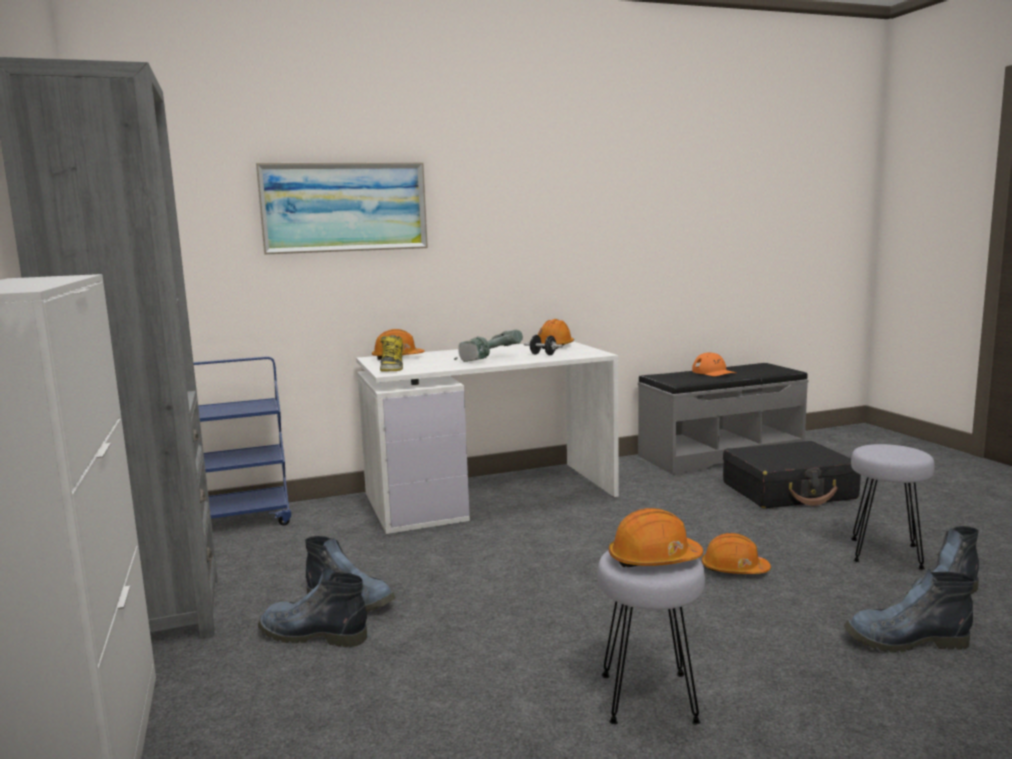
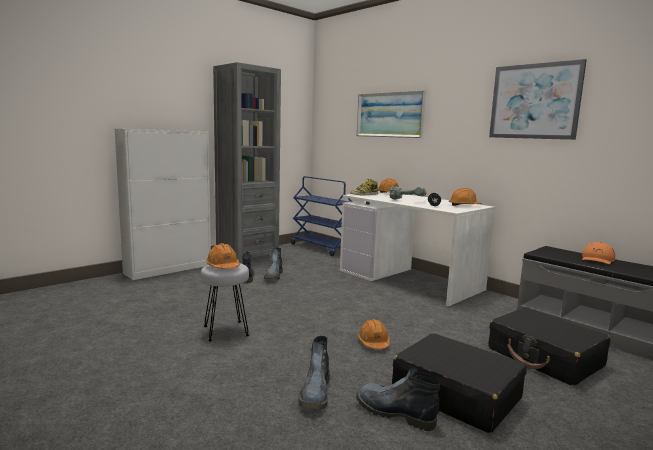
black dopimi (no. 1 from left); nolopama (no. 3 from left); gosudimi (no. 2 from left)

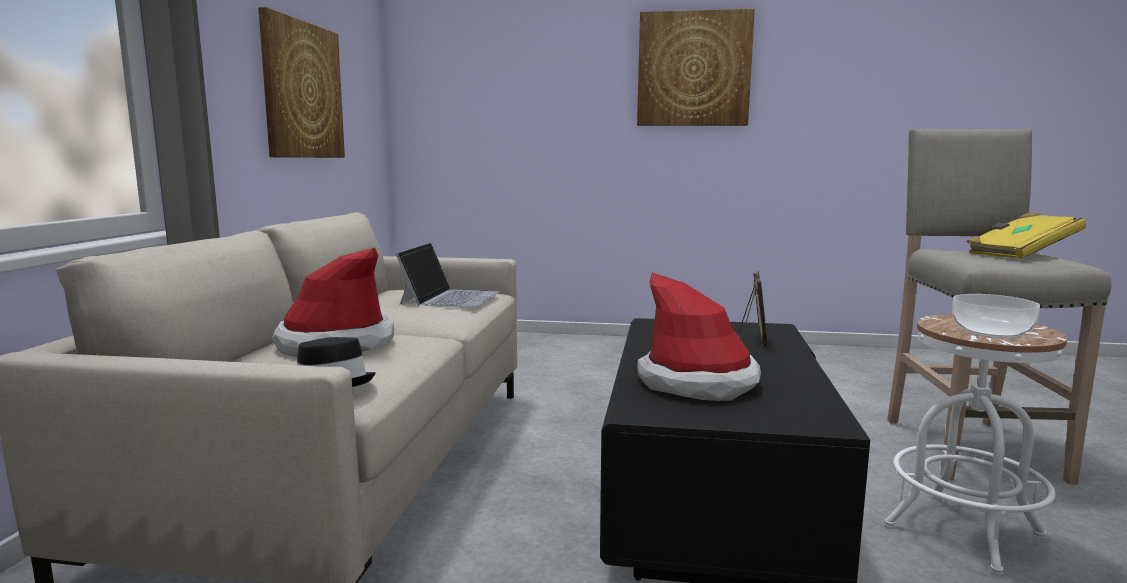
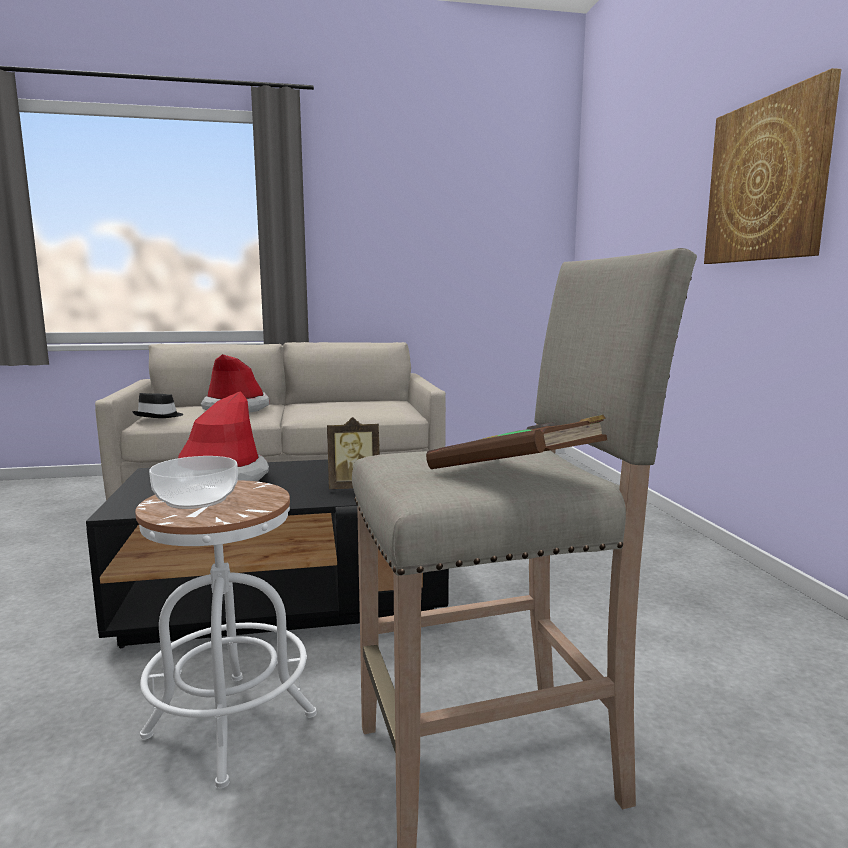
gosudimi (no. 1 from left in the first image); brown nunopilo; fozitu

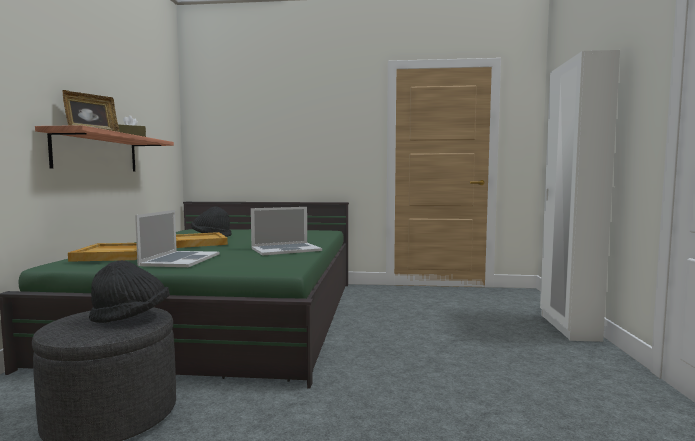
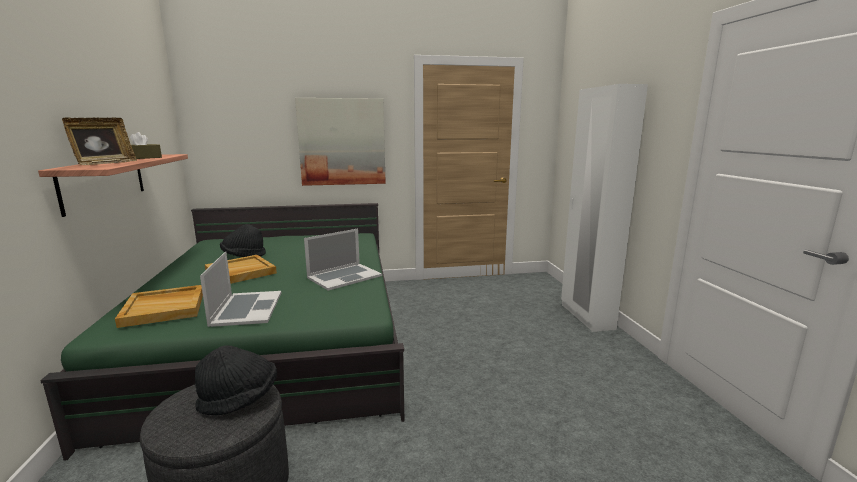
gosudimi

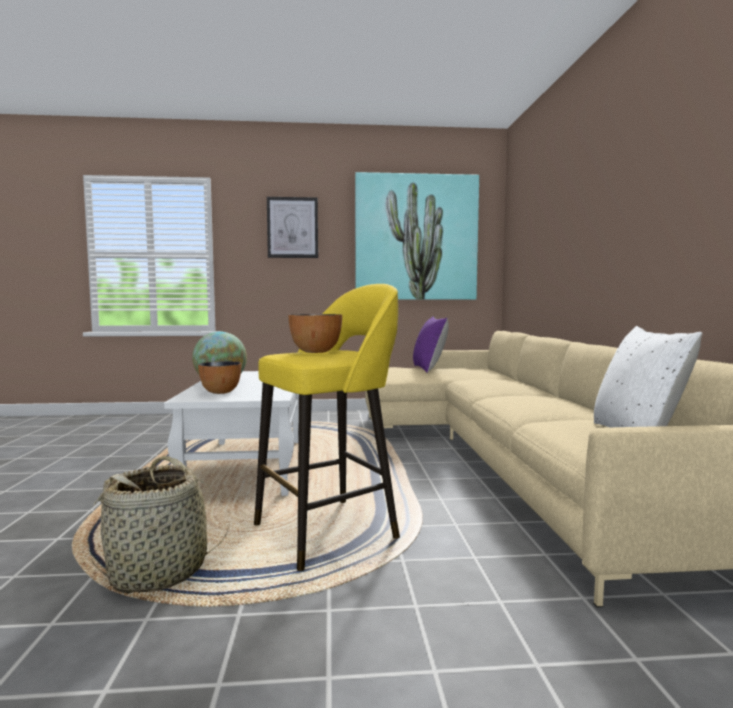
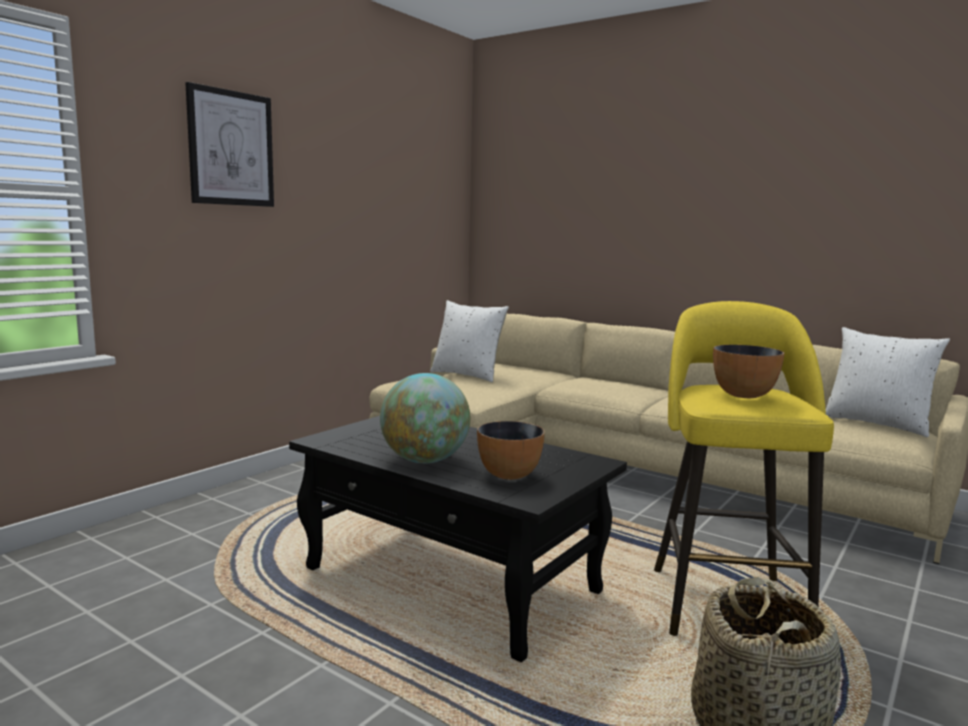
gosudimi (no. 2 from left in the first image); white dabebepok (no. 1 from left); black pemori

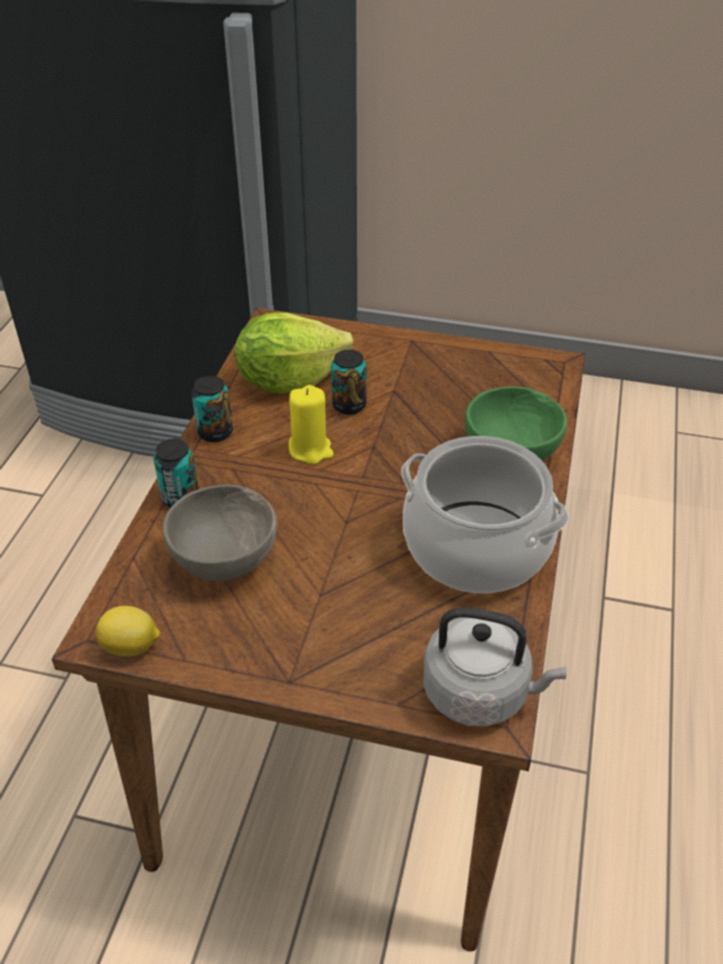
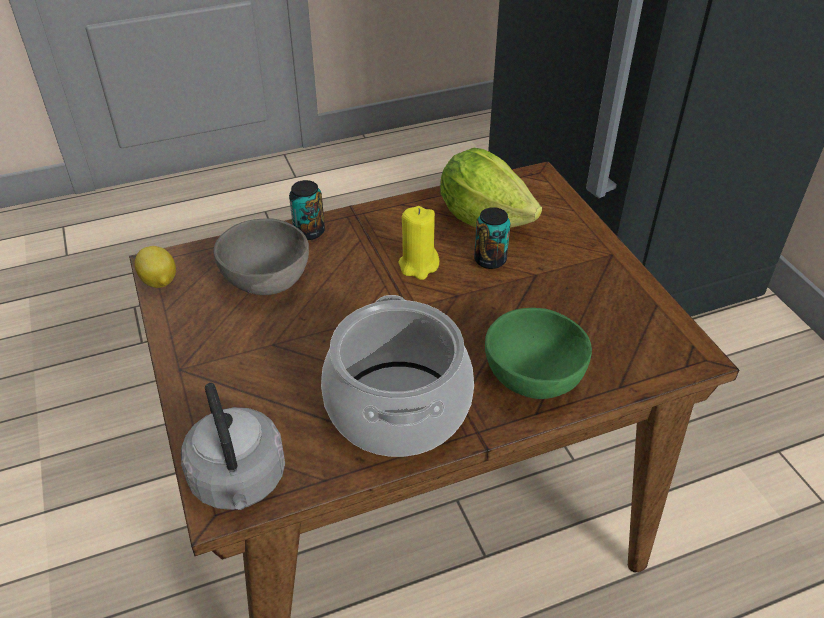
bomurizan (no. 2 from left in the first image)

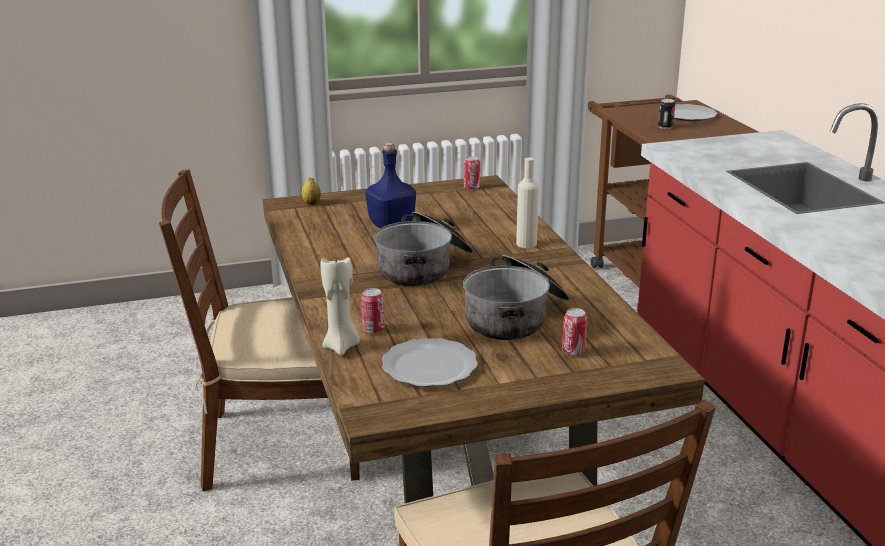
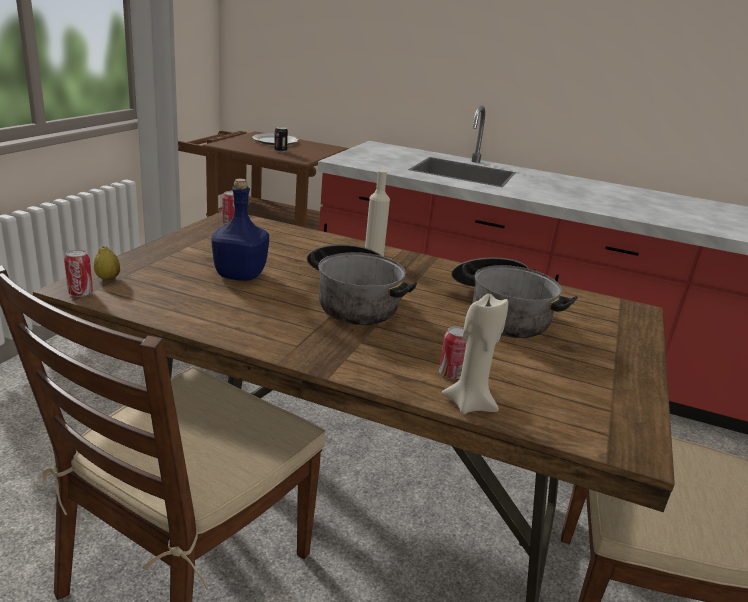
bomurizan (no. 1 from left); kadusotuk (no. 1 from left in the first image)

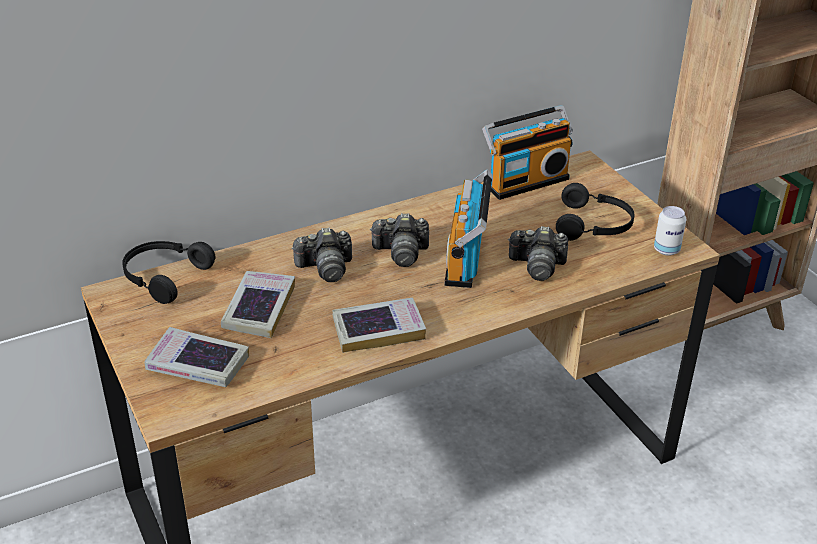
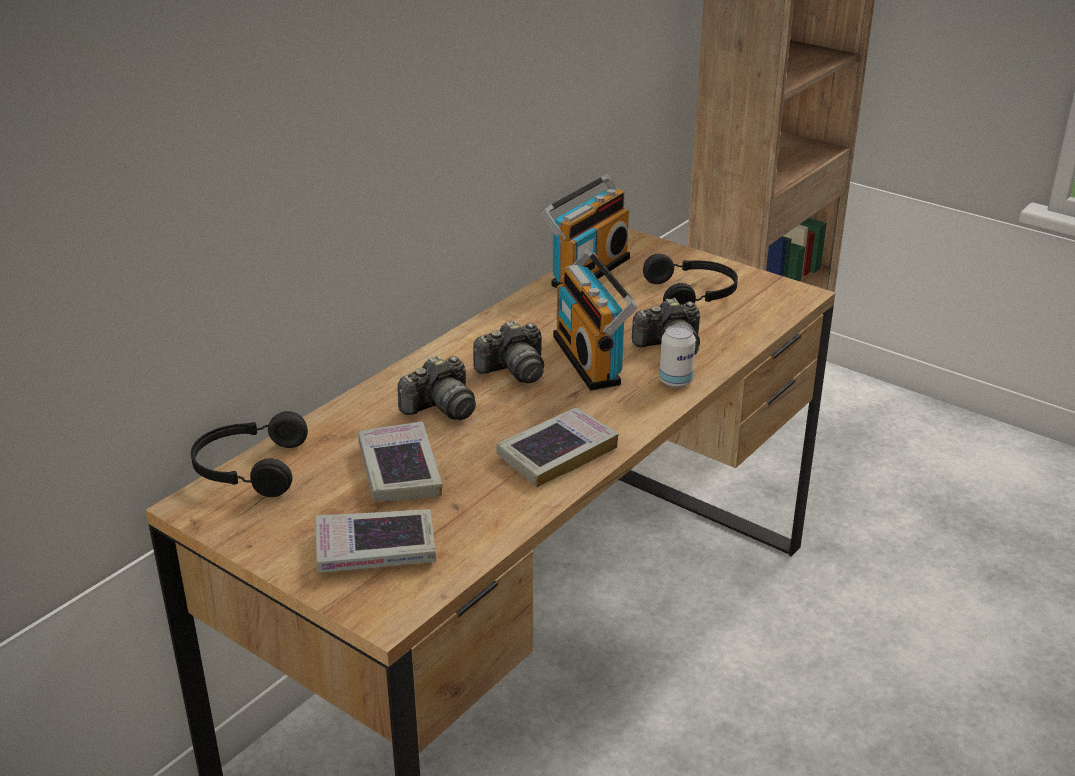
bomurizan

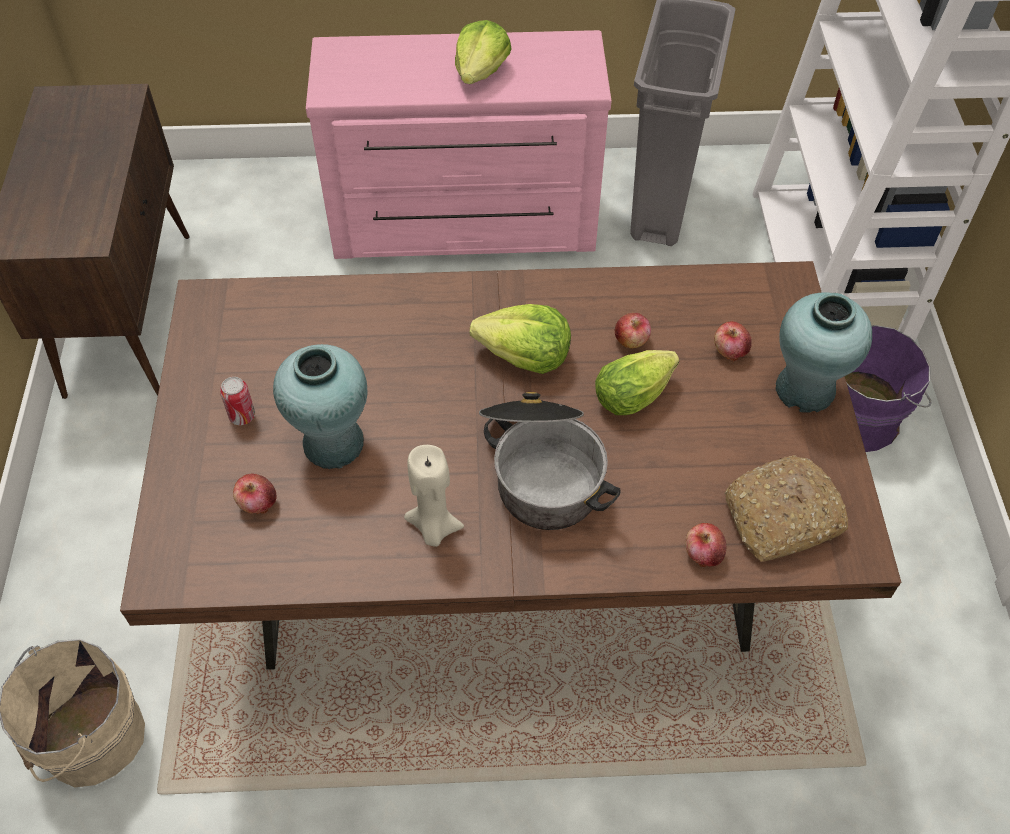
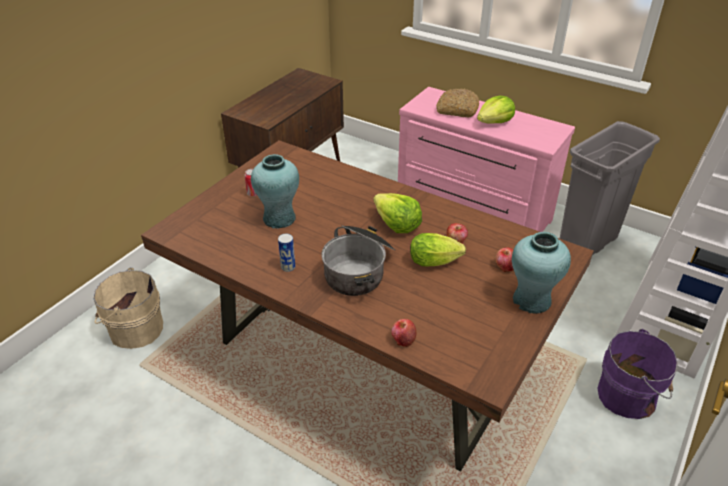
bomurizan (no. 2 from left); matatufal; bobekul (no. 1 from left in the first image)

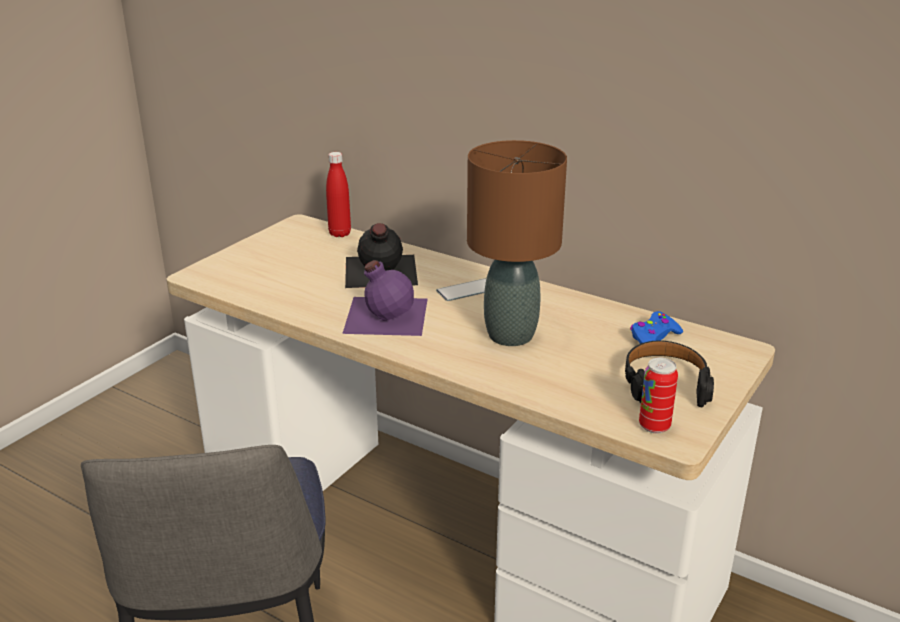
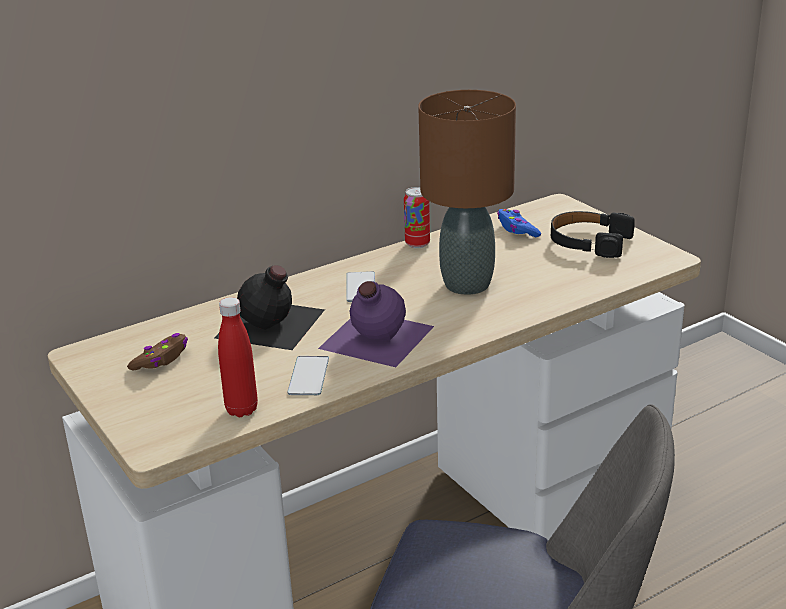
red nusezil; bomurizan; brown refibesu; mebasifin (no. 1 from left)

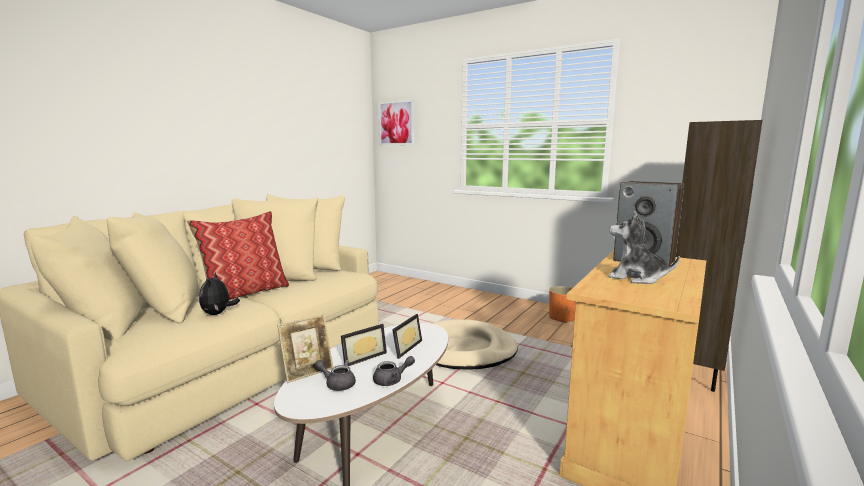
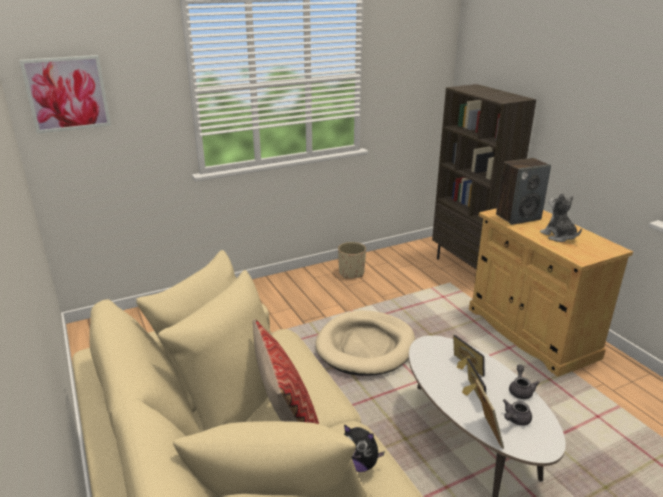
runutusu (no. 2 from left); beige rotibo

